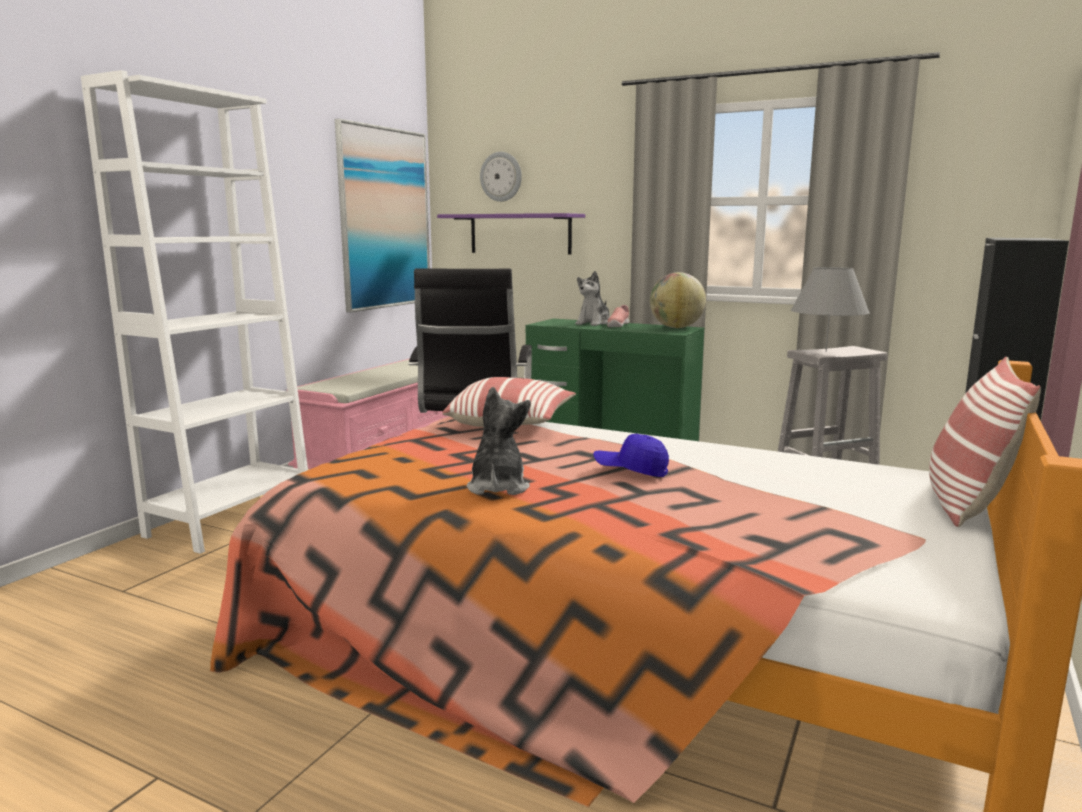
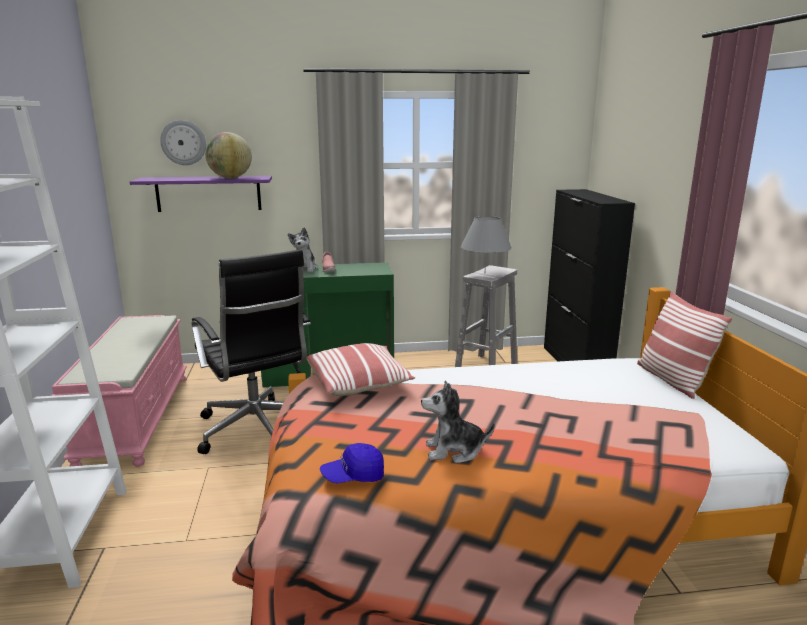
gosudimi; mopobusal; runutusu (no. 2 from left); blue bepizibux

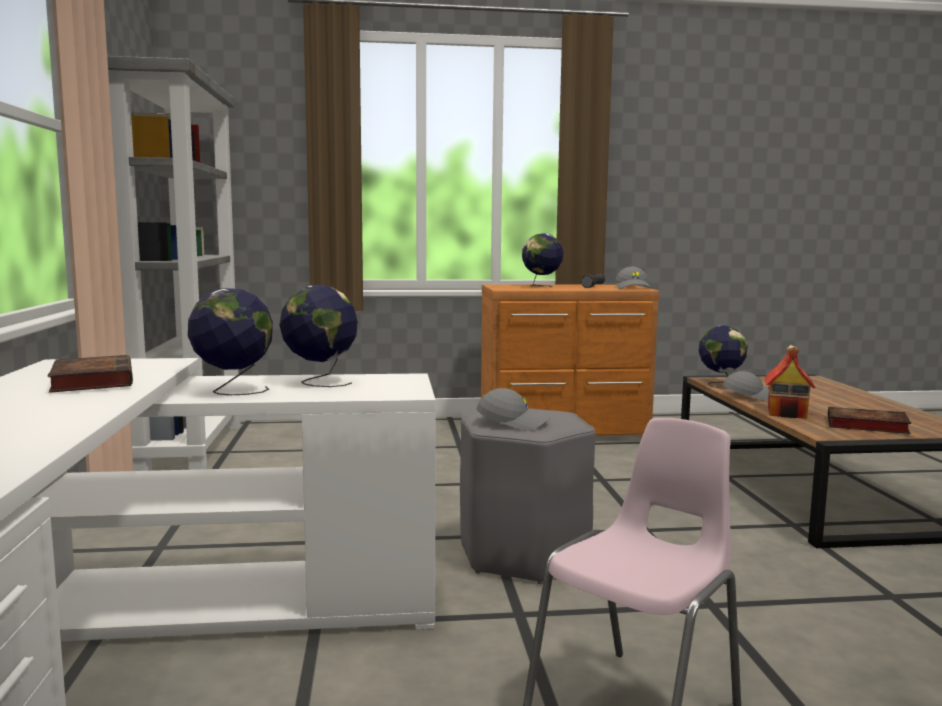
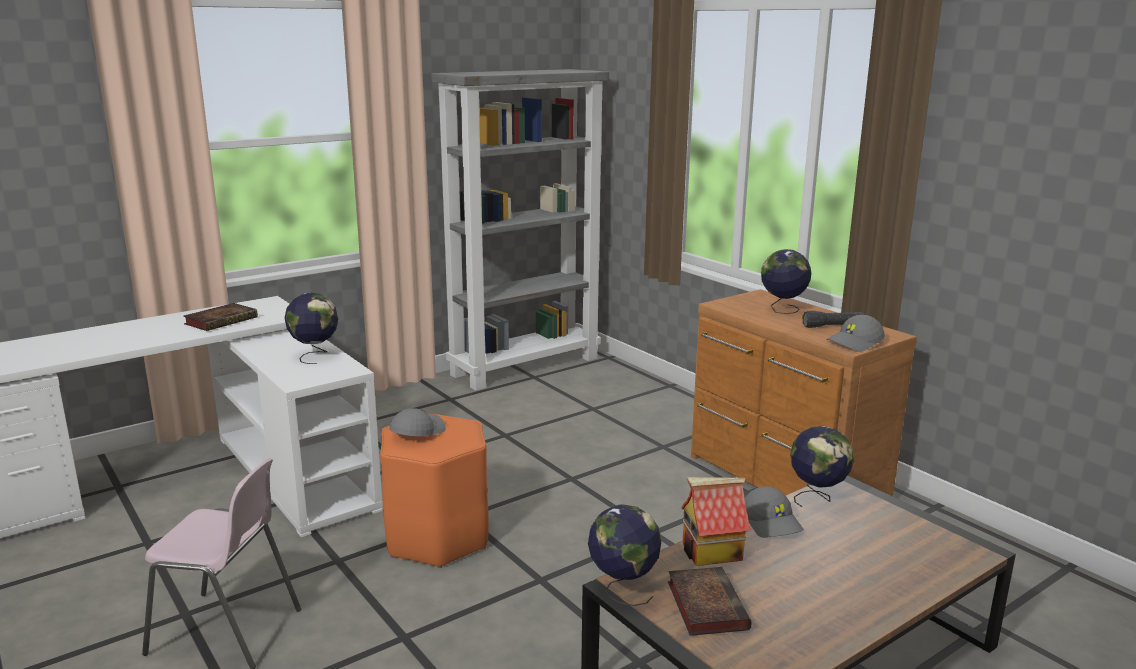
mopobusal (no. 2 from left); grey bepizibux (no. 1 from left); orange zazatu

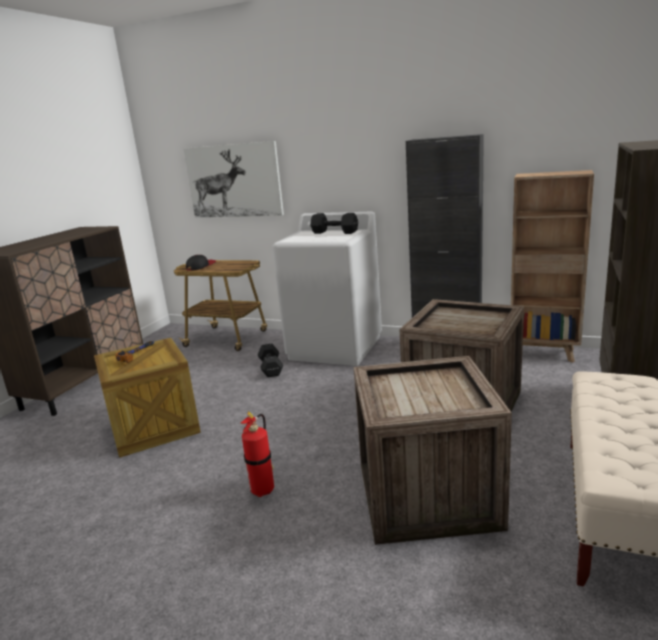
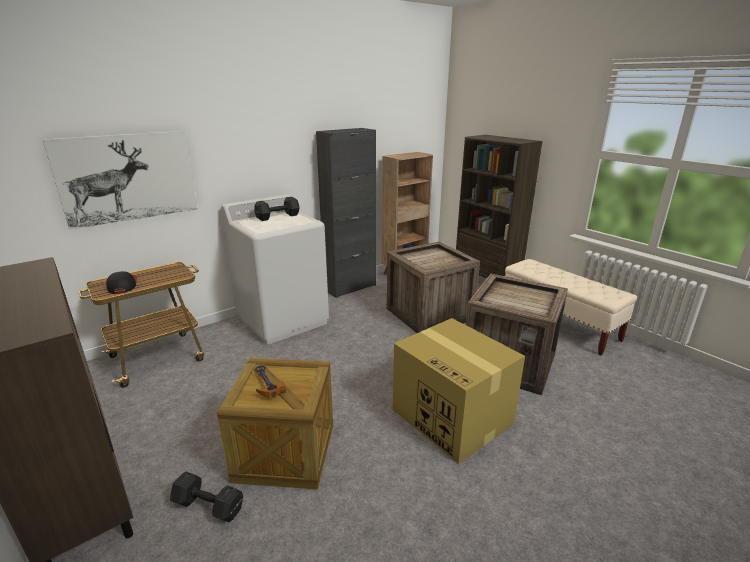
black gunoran (no. 1 from left); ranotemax

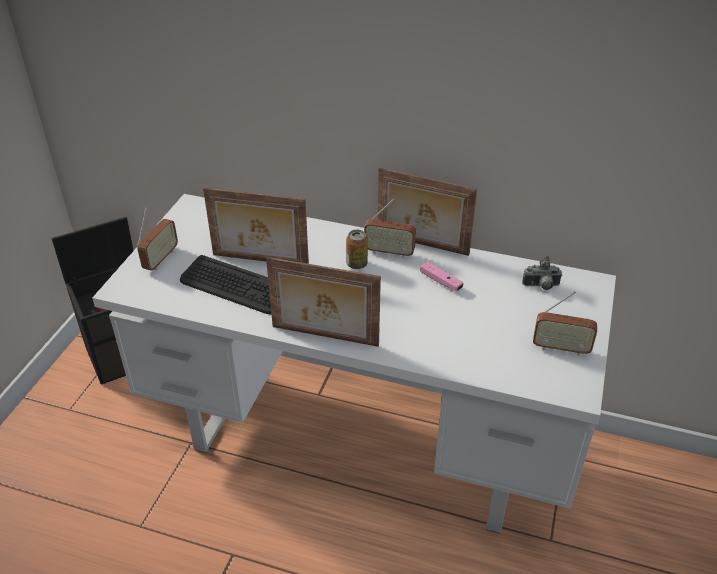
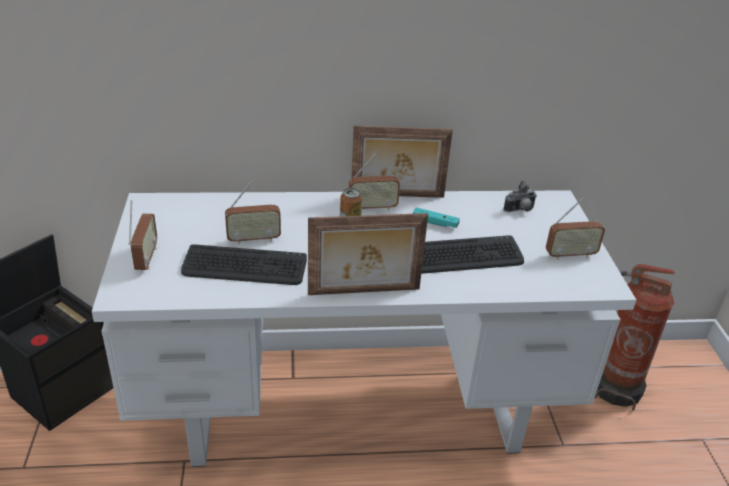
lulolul (no. 2 from left); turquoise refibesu; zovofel (no. 2 from left); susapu

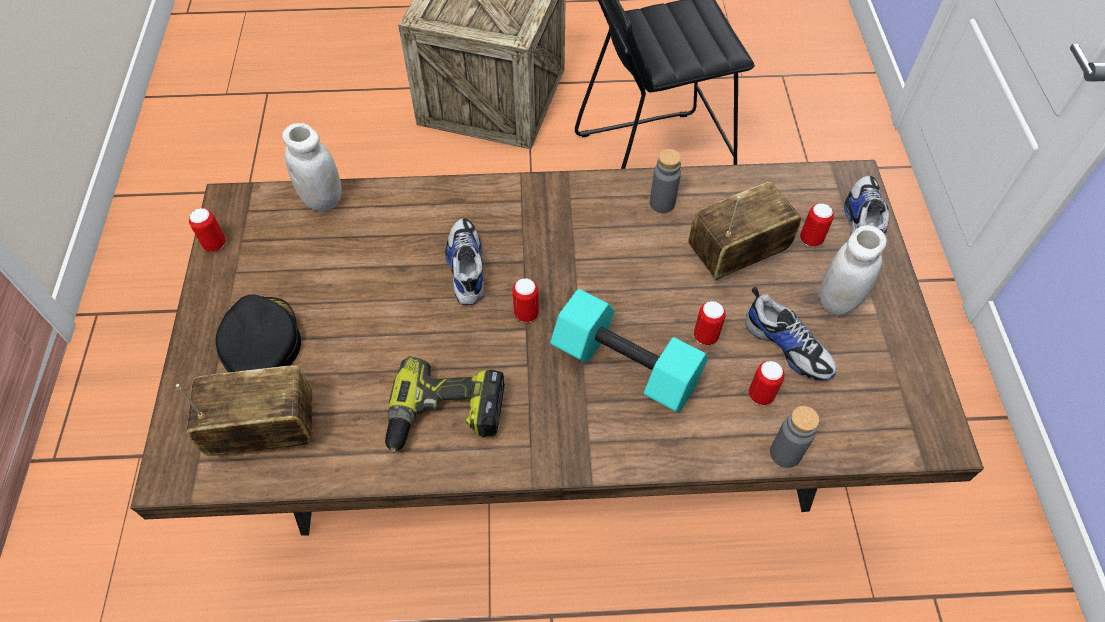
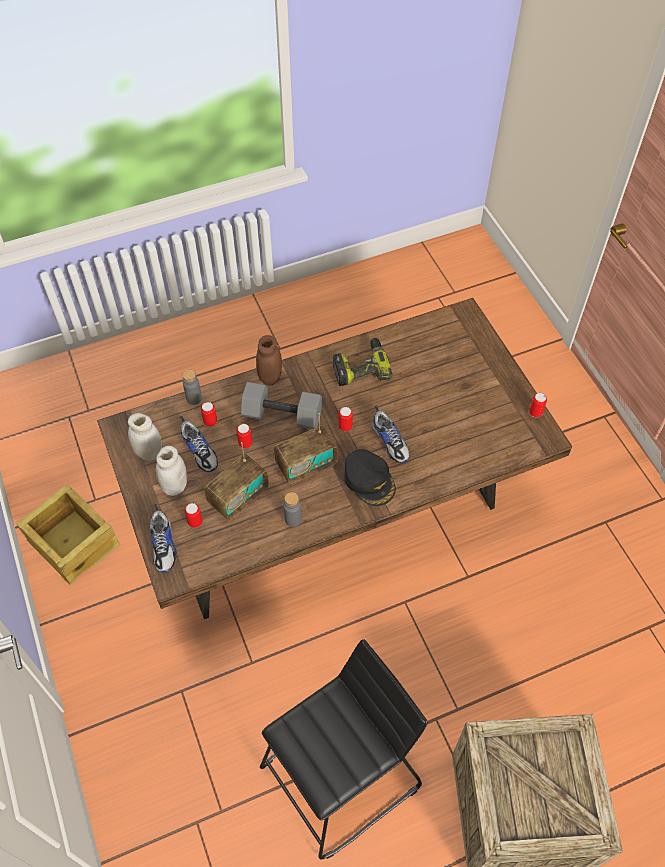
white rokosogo (no. 1 from left); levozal (no. 2 from left); grey gunoran; black bepizibux; lulolul (no. 2 from left); brown rokosogo; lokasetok (no. 1 from left)

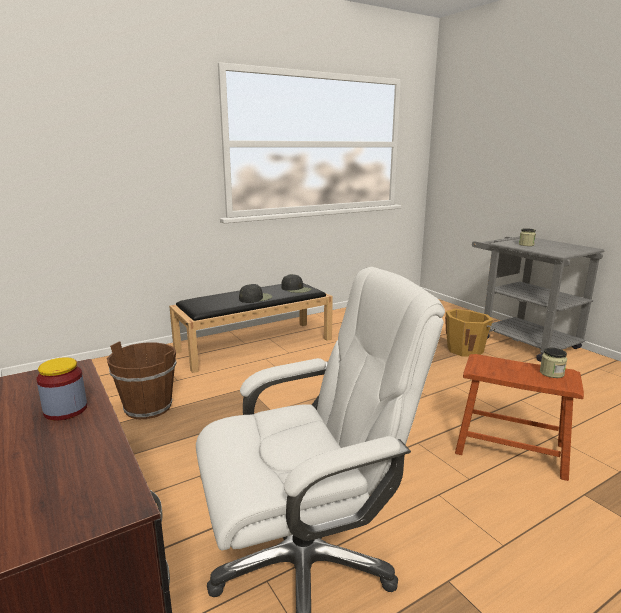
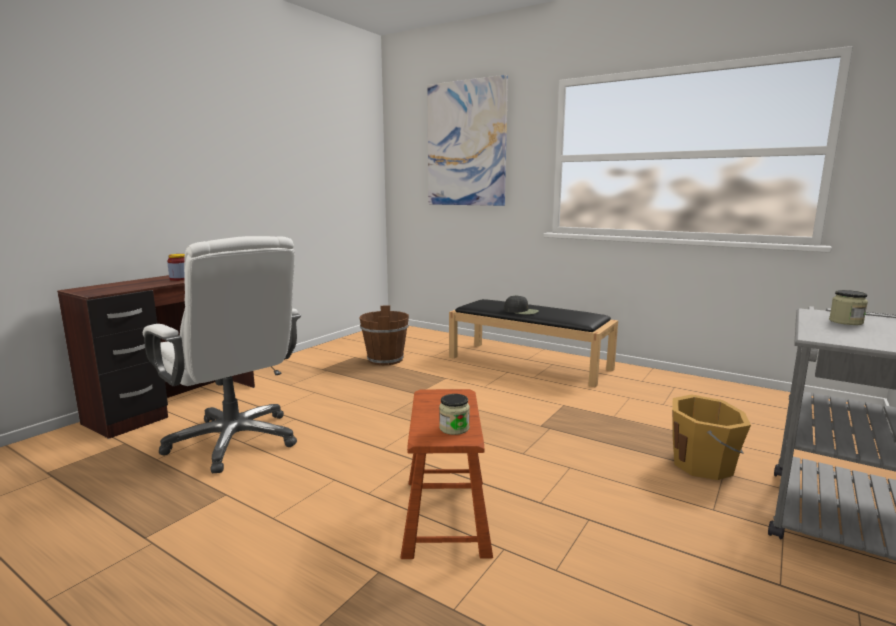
black bepizibux (no. 2 from left in the first image); gosudimi

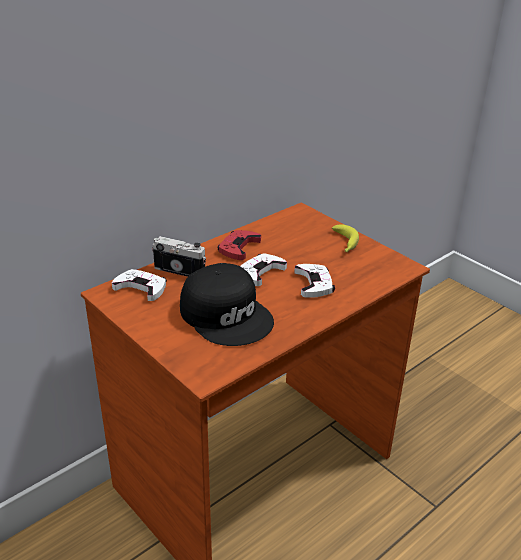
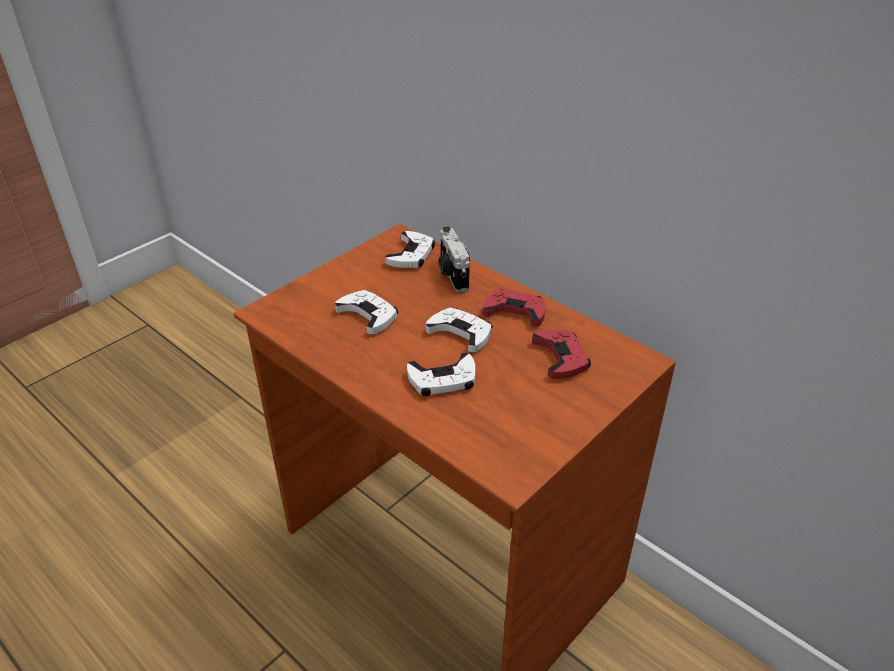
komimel; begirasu; white refibesu (no. 1 from left); red refibesu (no. 2 from left)

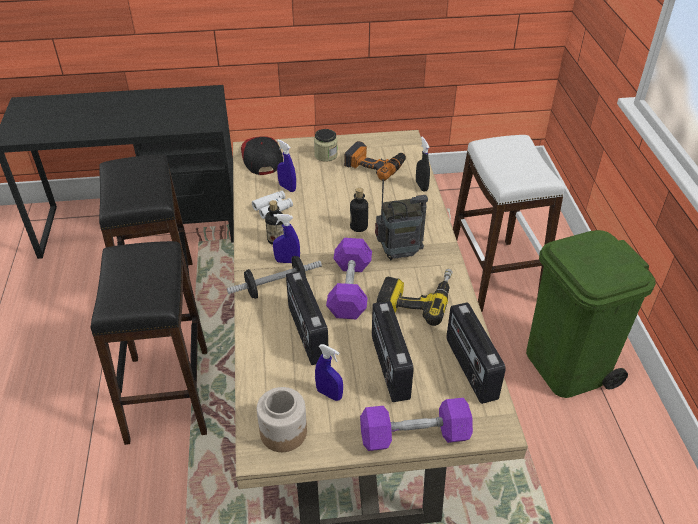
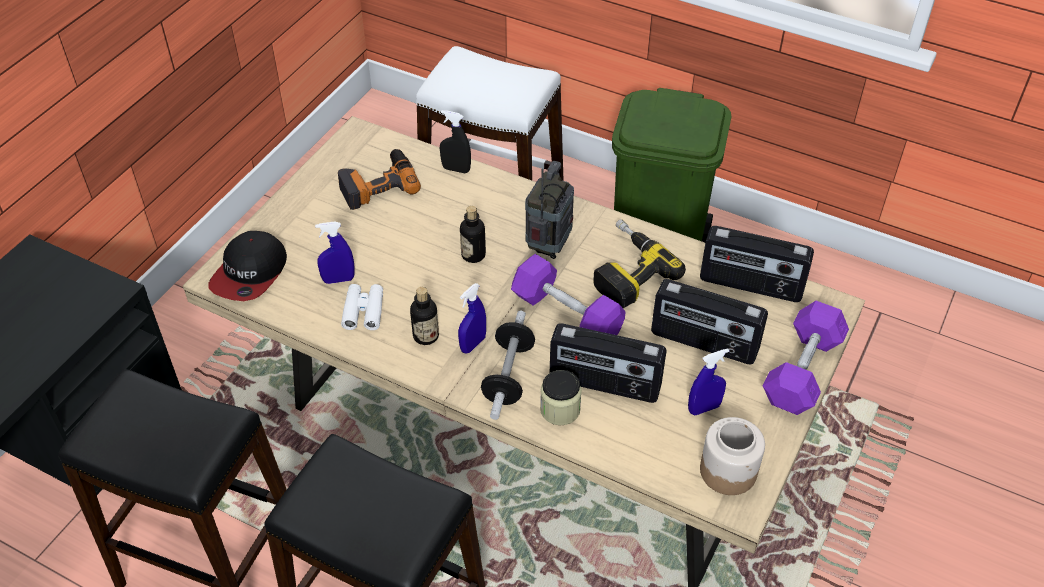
rokosogo (no. 1 from left); bepizibux

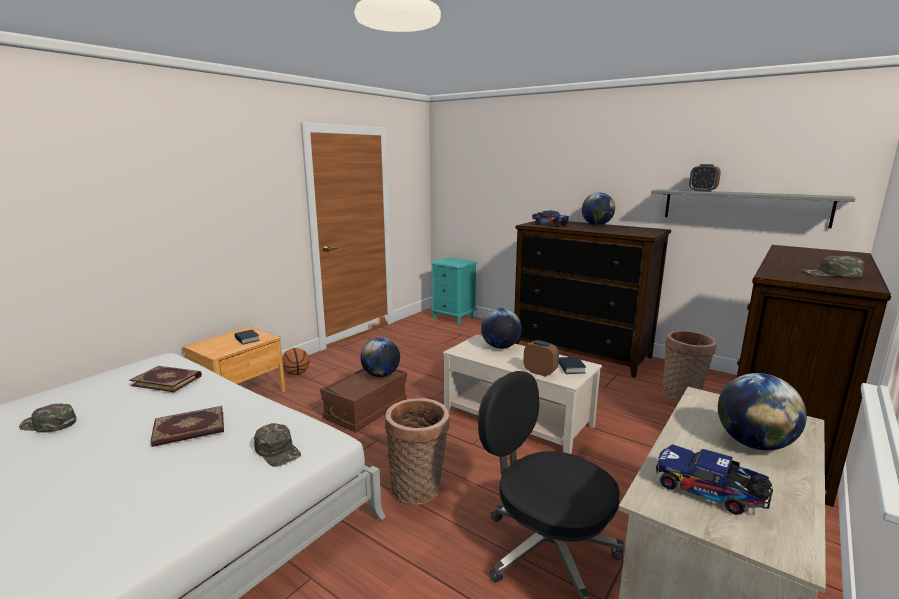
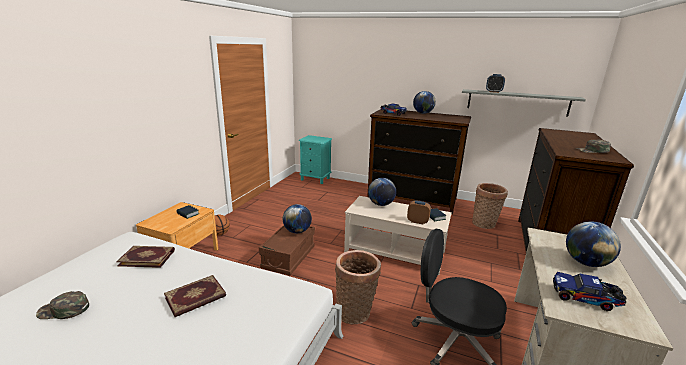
green bepizibux (no. 2 from left in the first image)

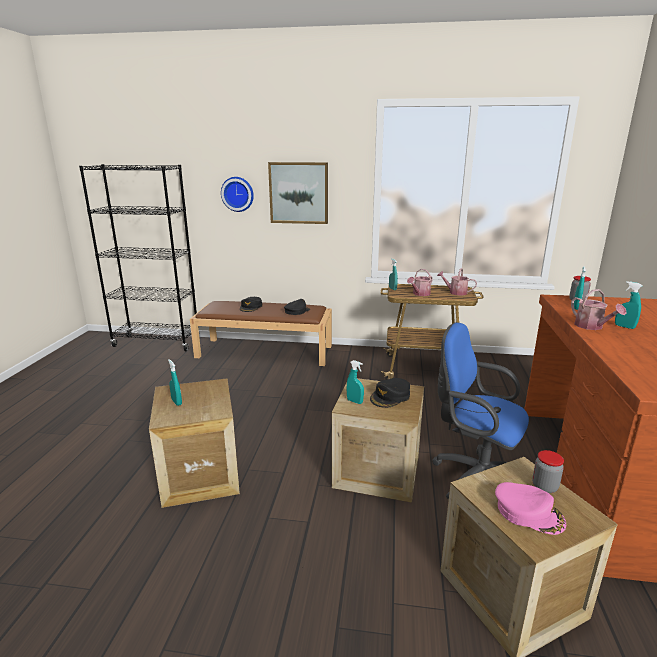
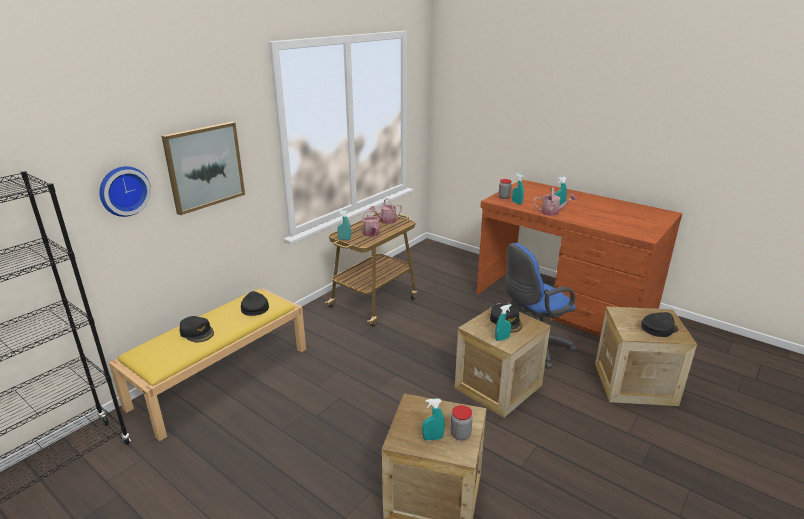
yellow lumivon; rokosogo (no. 1 from left); black bepizibux (no. 4 from left)

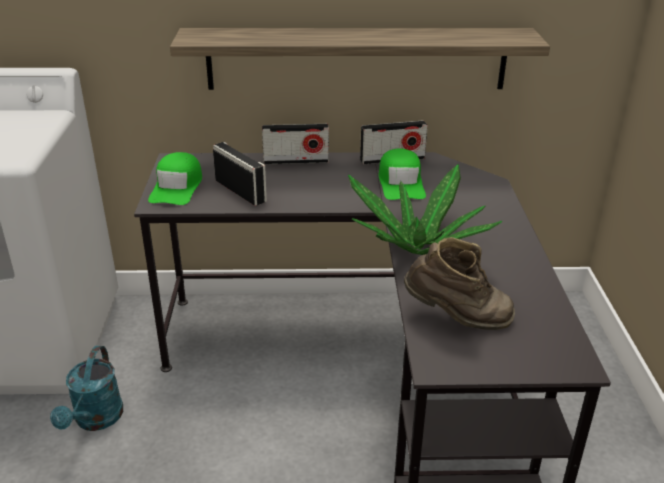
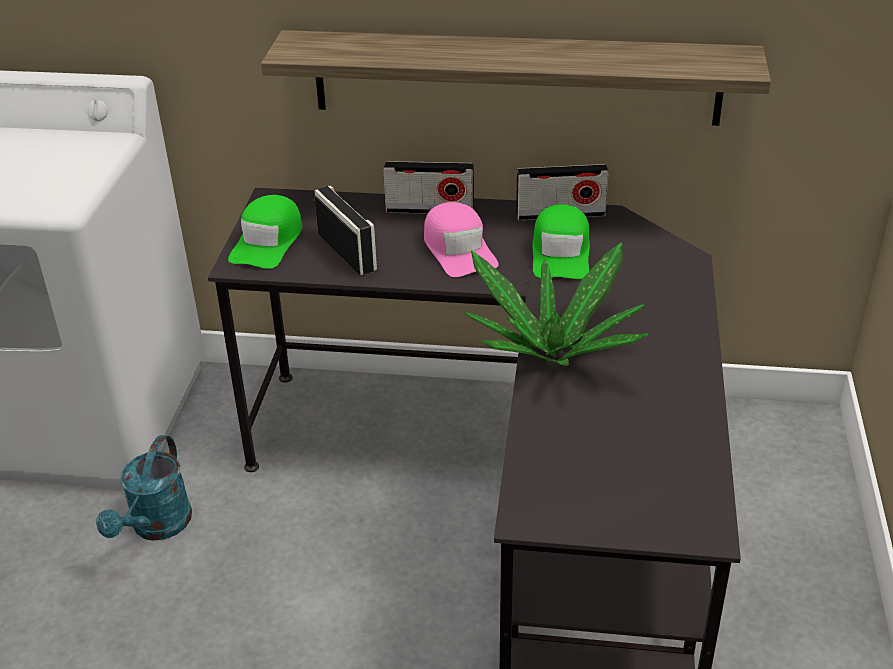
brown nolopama; pink bepizibux

